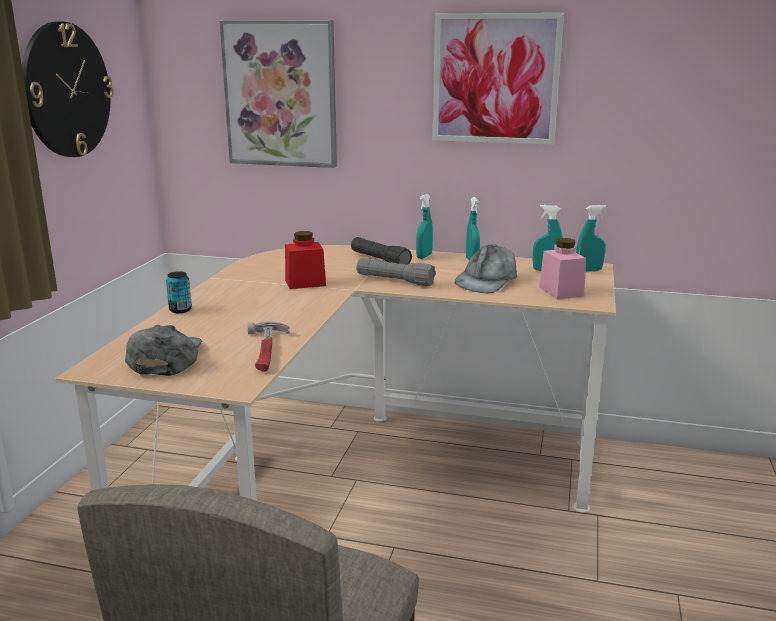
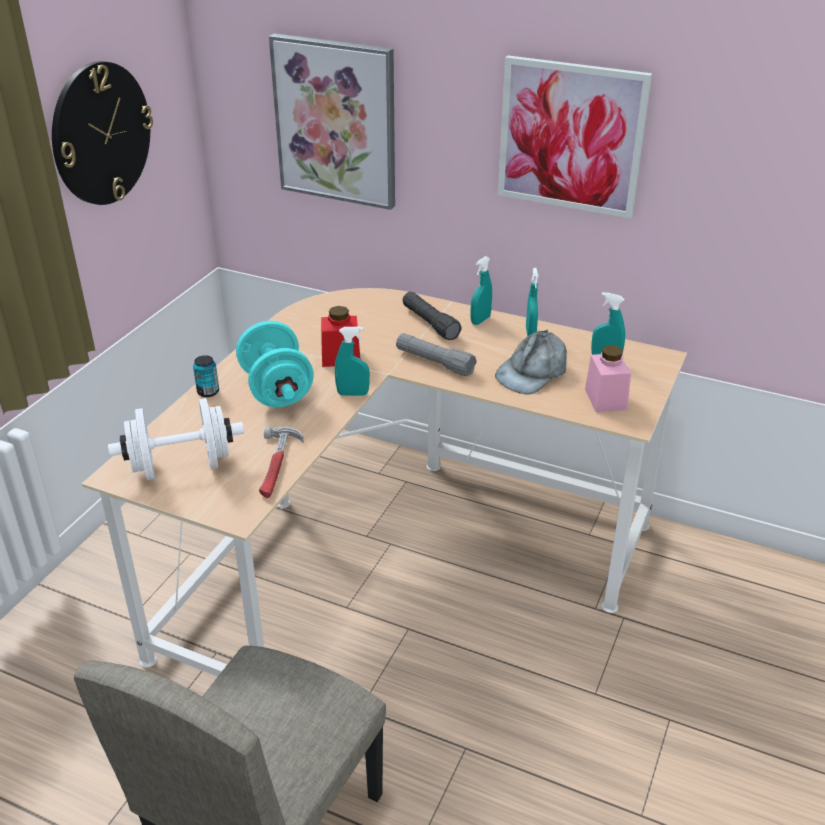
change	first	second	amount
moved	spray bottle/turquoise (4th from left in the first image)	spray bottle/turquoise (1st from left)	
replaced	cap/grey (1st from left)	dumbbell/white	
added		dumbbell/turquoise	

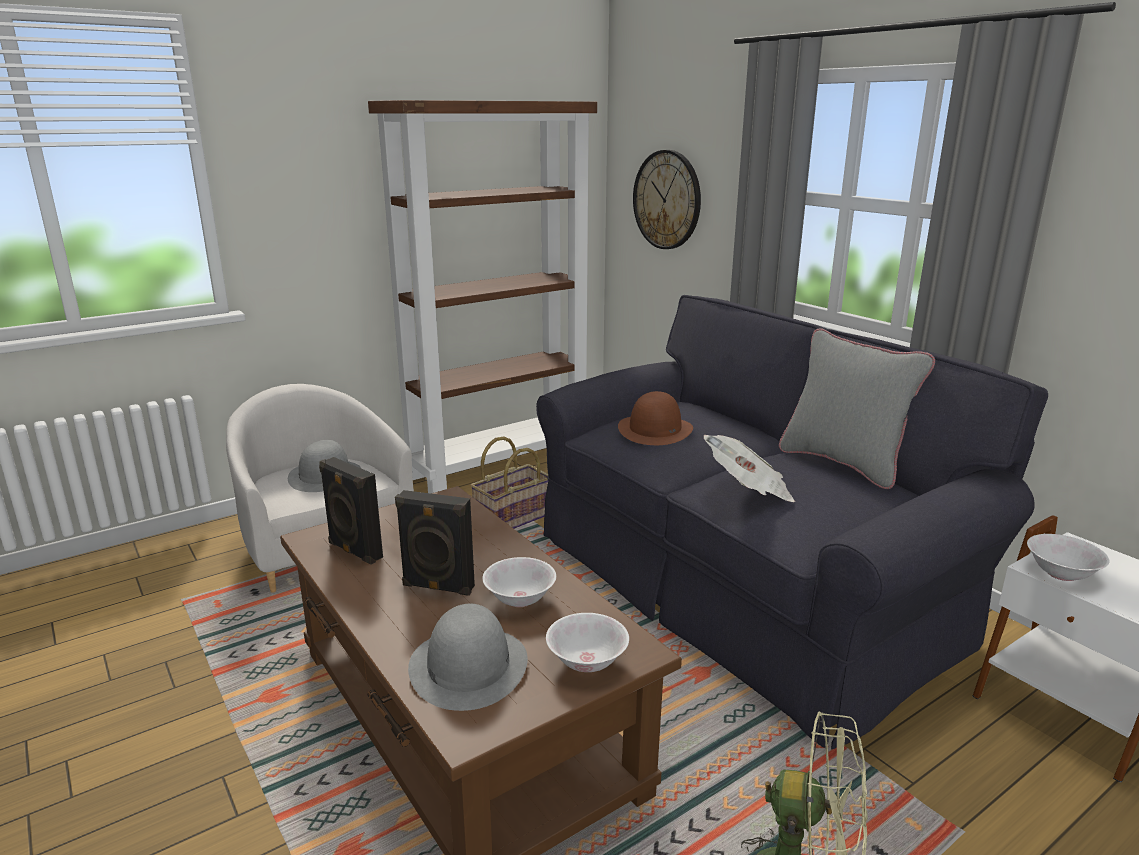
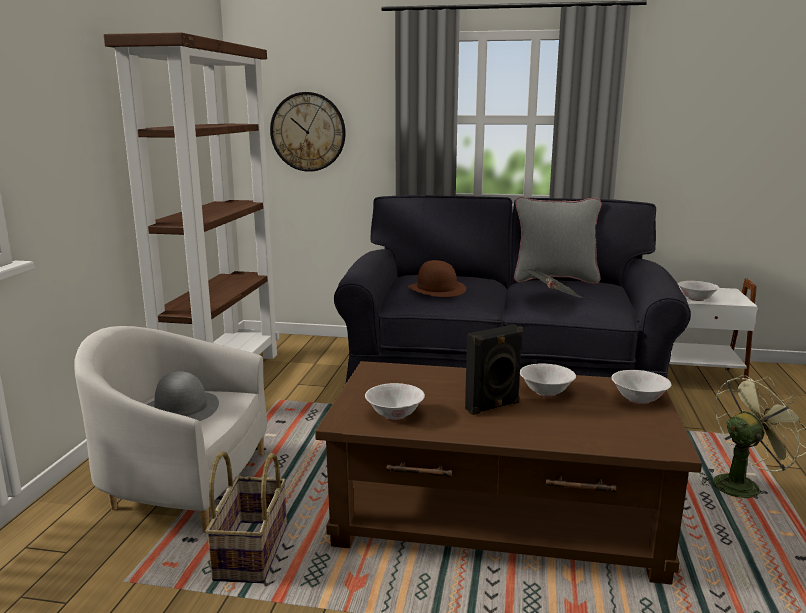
change	first	second	amount
moved	basket		
replaced	speaker/black (1st from left)	bowl/white (1st from left)	
removed	hat/grey (2nd from left)		

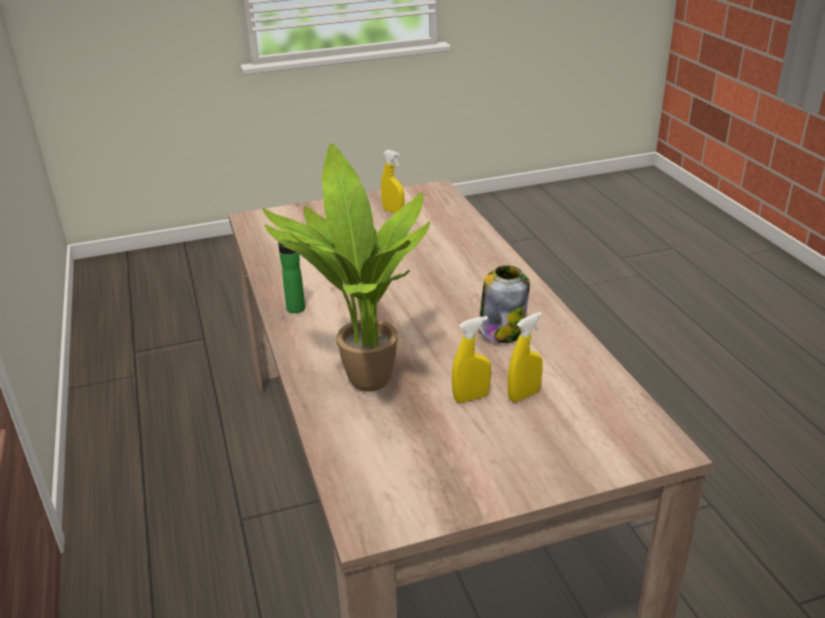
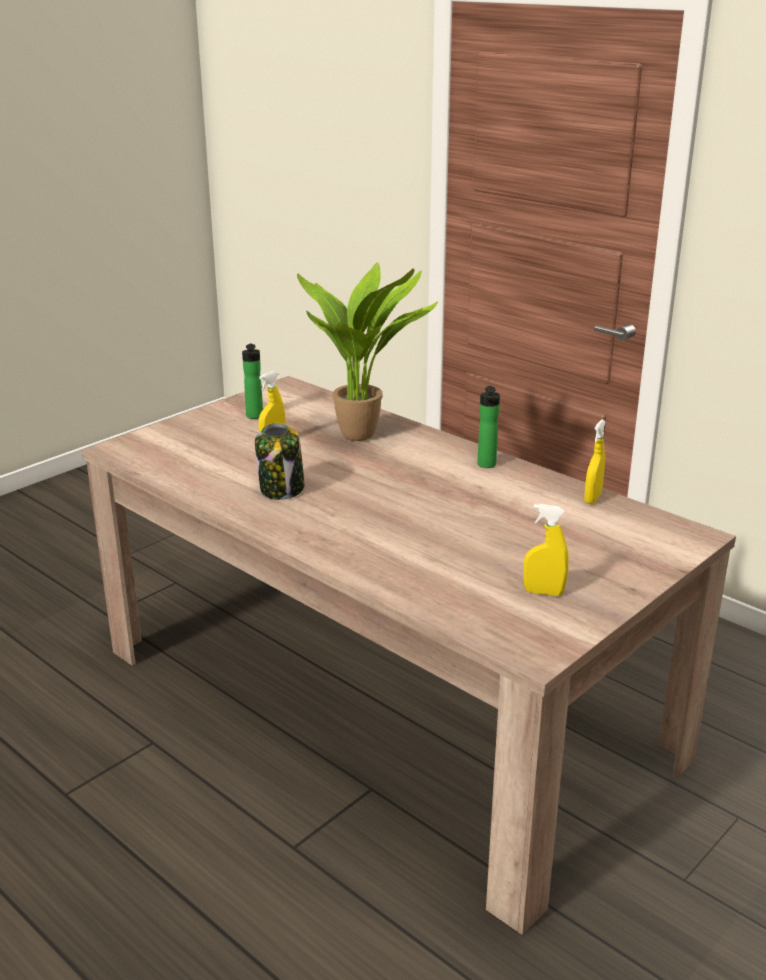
change	first	second	amount
moved	spray bottle/yellow (3rd from left)		
added		bottle (1st from left)	

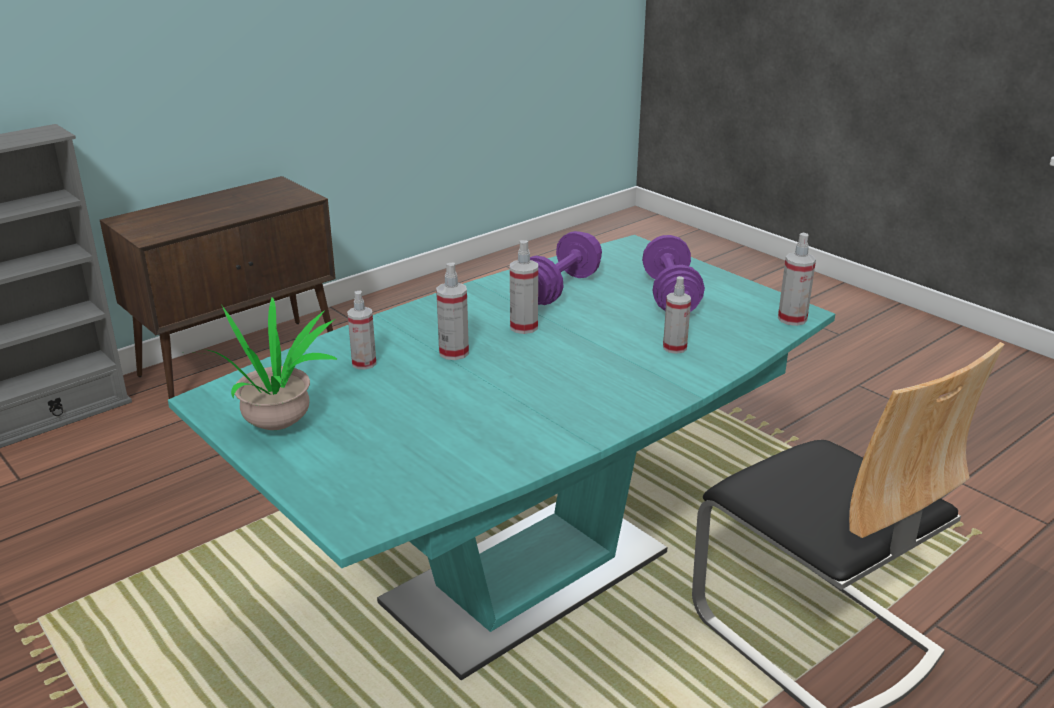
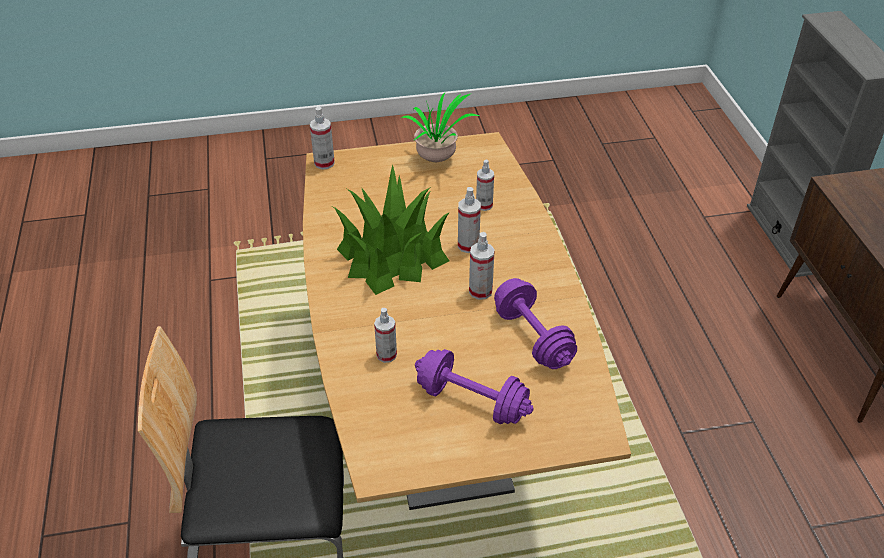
change	first	second	amount
moved	spray bottle (5th from left in the first image)	spray bottle (1st from left)	
recoloured	dining table/turquoise	dining table/brown	
added		potted plant (1st from left)	

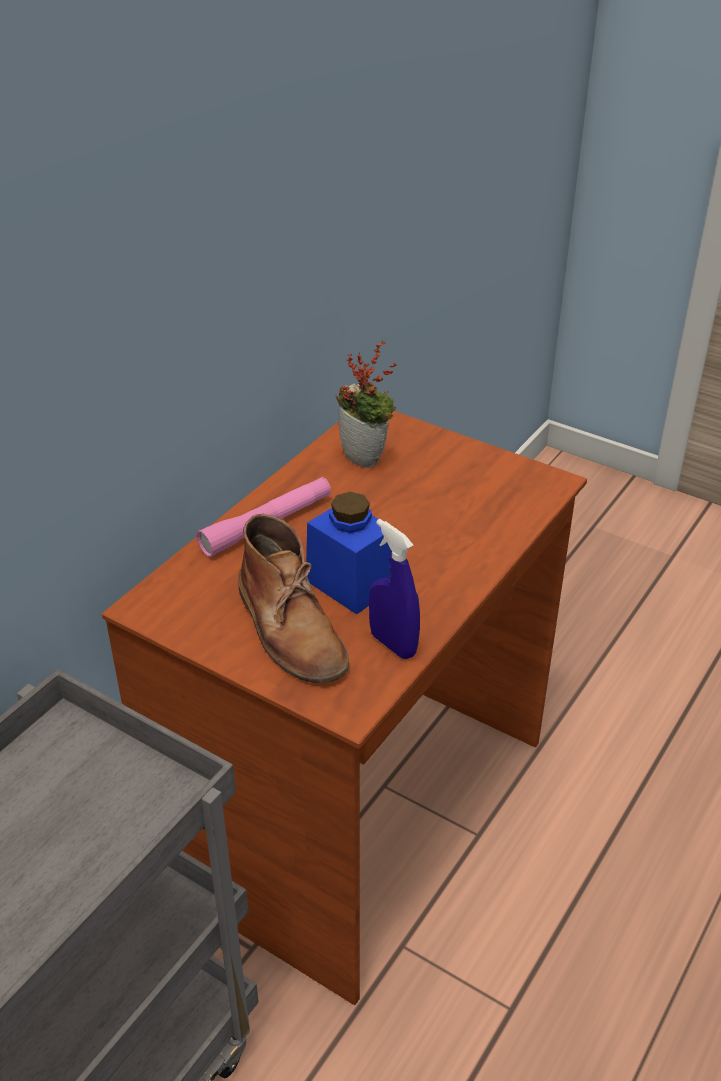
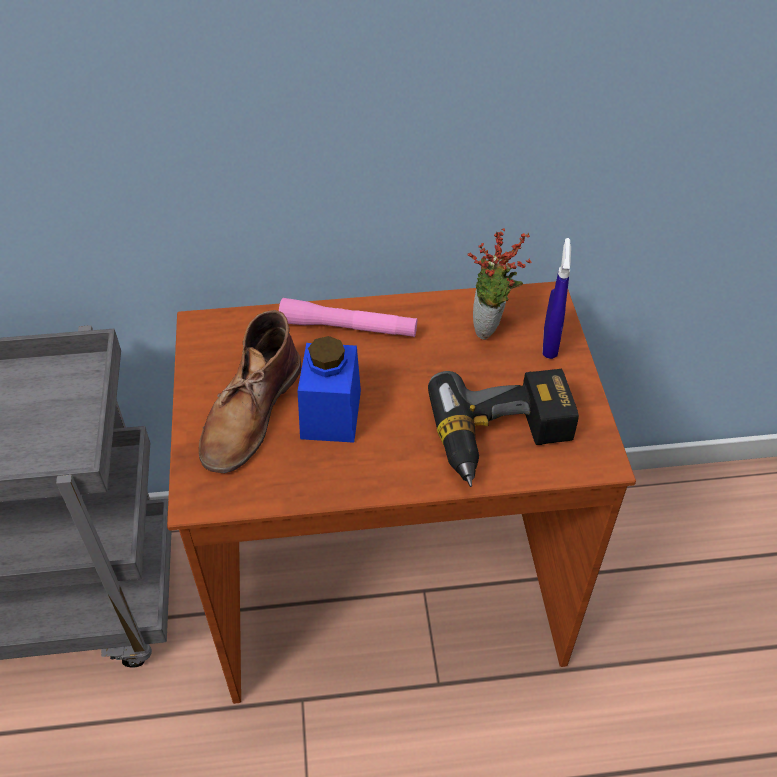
change	first	second	amount
moved	spray bottle/blue		
added		power drill	

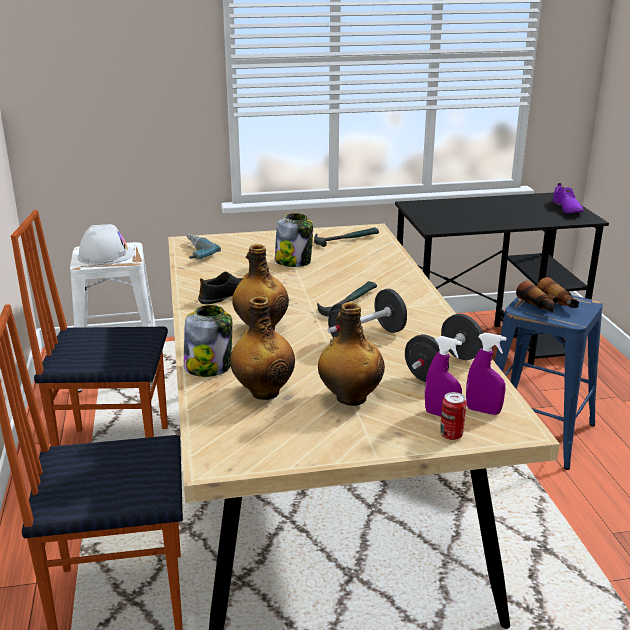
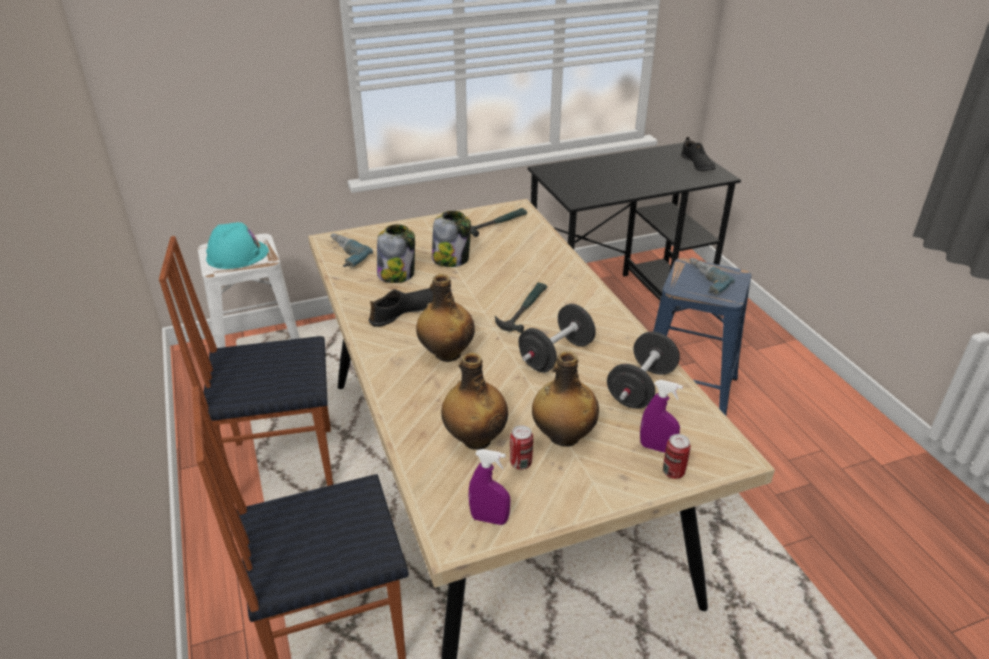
change	first	second	amount
recoloured	shoe/purple	shoe/black (2nd from left)	
recoloured	hard hat/white	hard hat/turquoise	
replaced	binoculars	power drill (2nd from left)	
moved	jar (1st from left)		
moved	spray bottle/purple (2nd from left in the first image)	spray bottle/purple (1st from left)	
added		can (1st from left)	

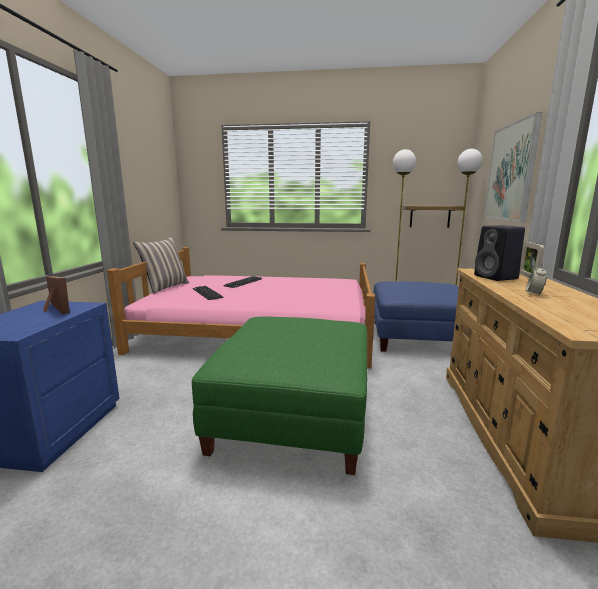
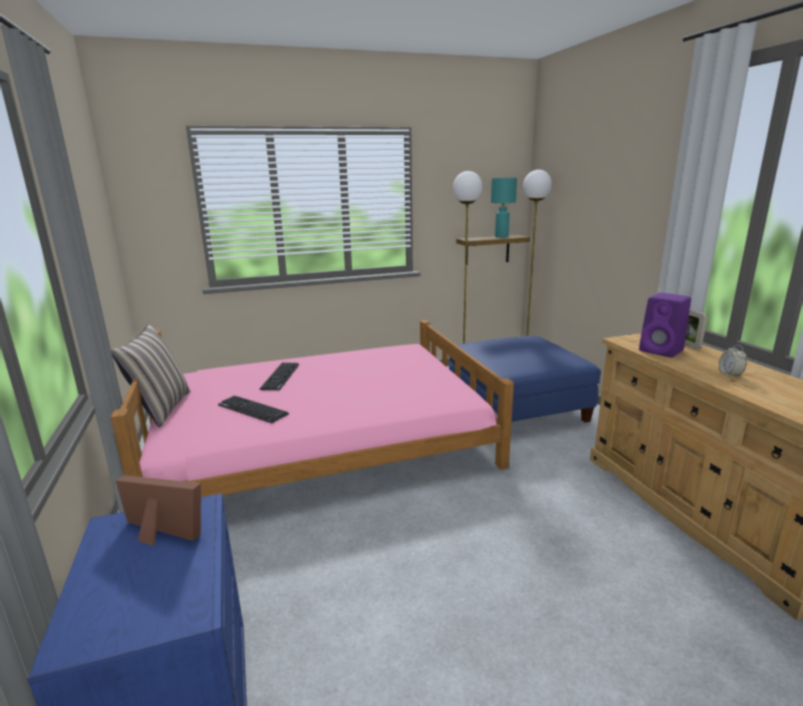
change	first	second	amount
removed	picture		
recoloured	speaker/black	speaker/purple	
removed	ottoman/green		
added		table lamp/turquoise	

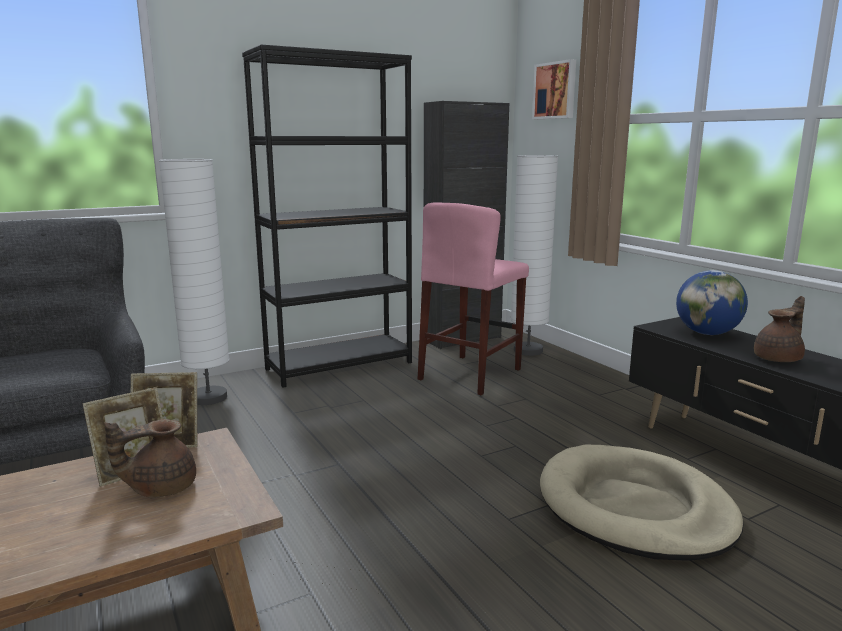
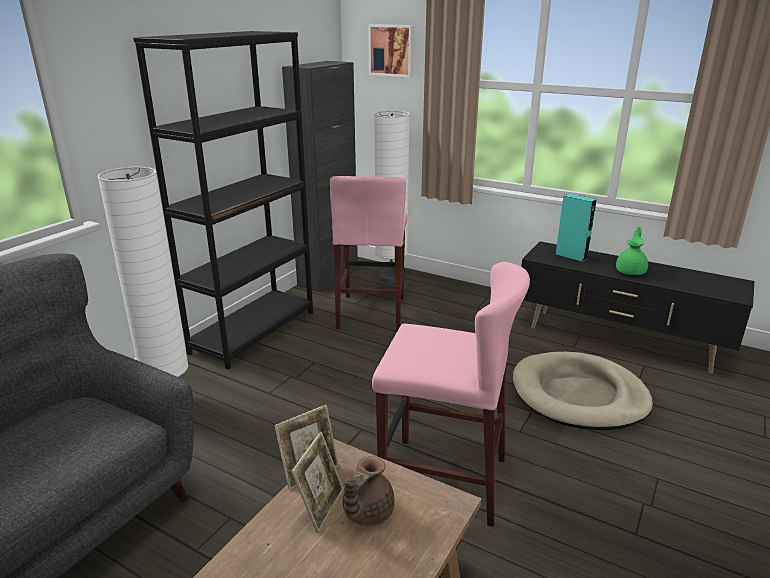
change	first	second	amount
replaced	globe	speaker/turquoise	
recoloured	teapot/brown (2nd from left)	teapot/green	
added		stool/pink (2nd from left)	

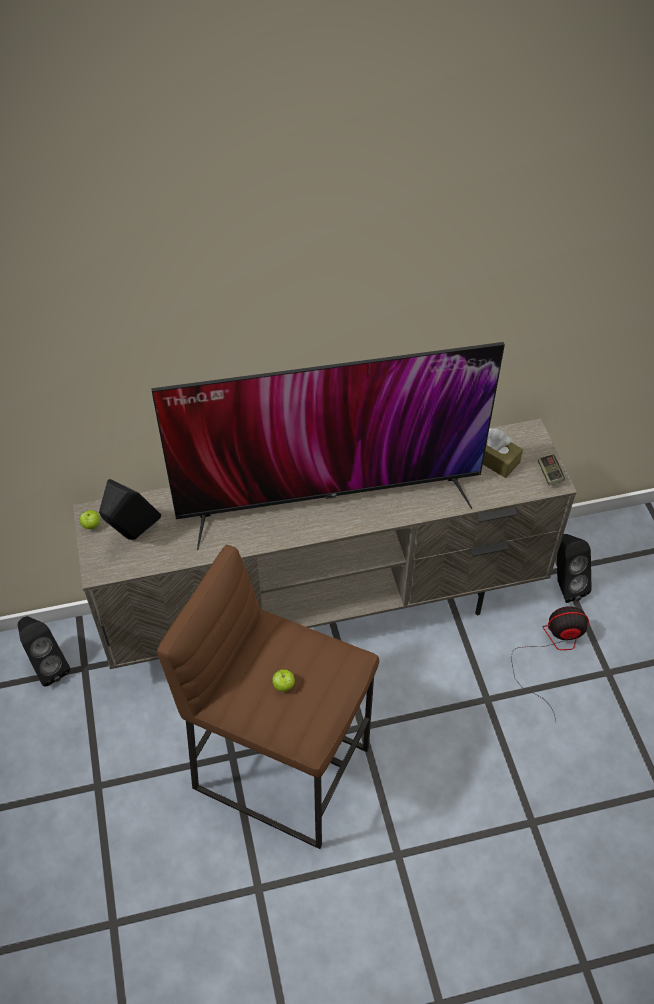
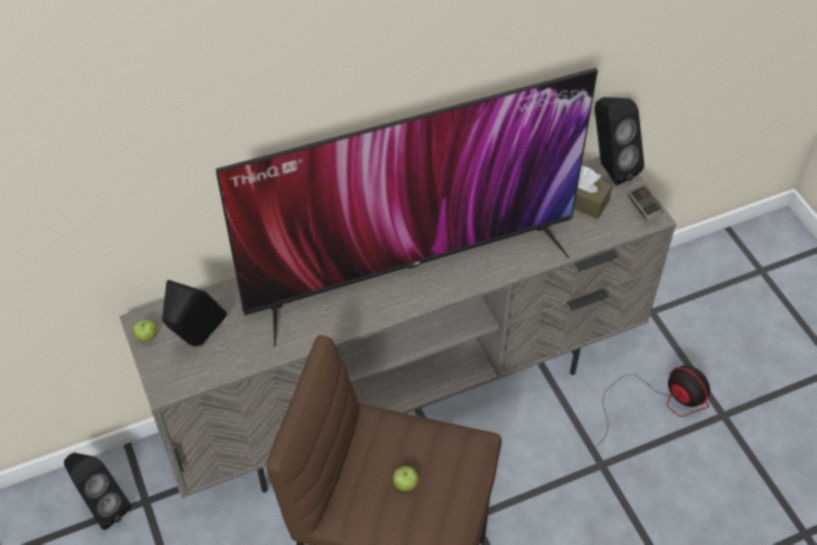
change	first	second	amount
moved	speaker/black (3rd from left)		
turned	fan		60 degrees clockwise

